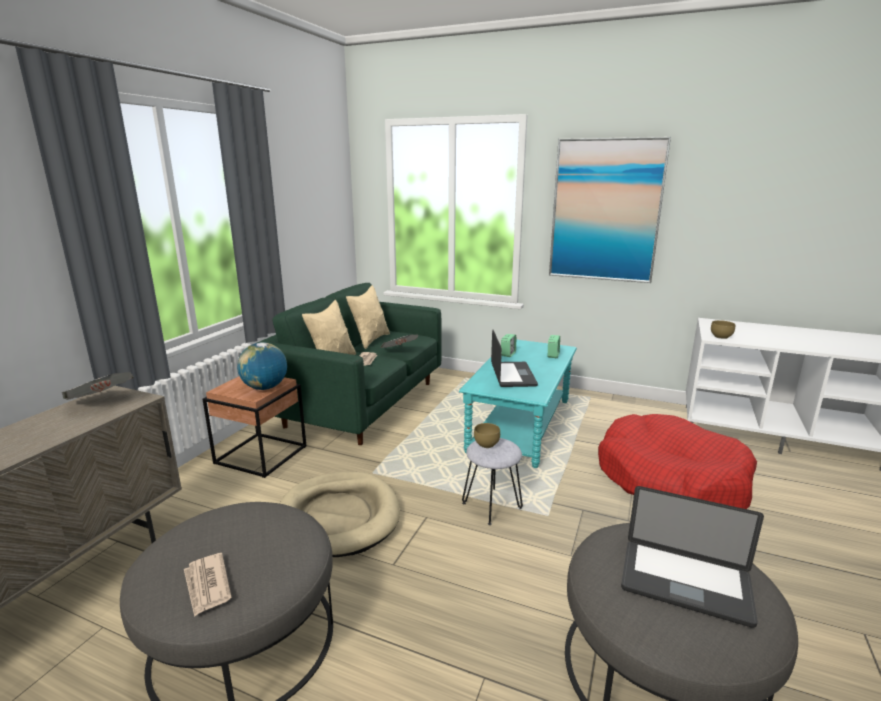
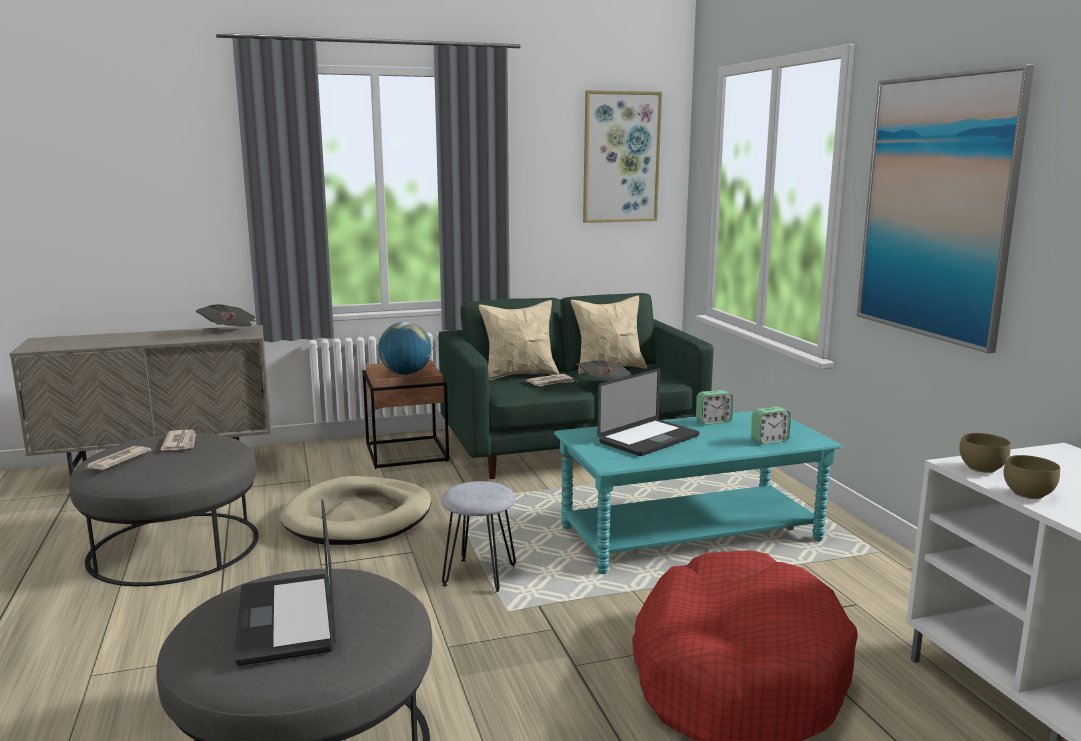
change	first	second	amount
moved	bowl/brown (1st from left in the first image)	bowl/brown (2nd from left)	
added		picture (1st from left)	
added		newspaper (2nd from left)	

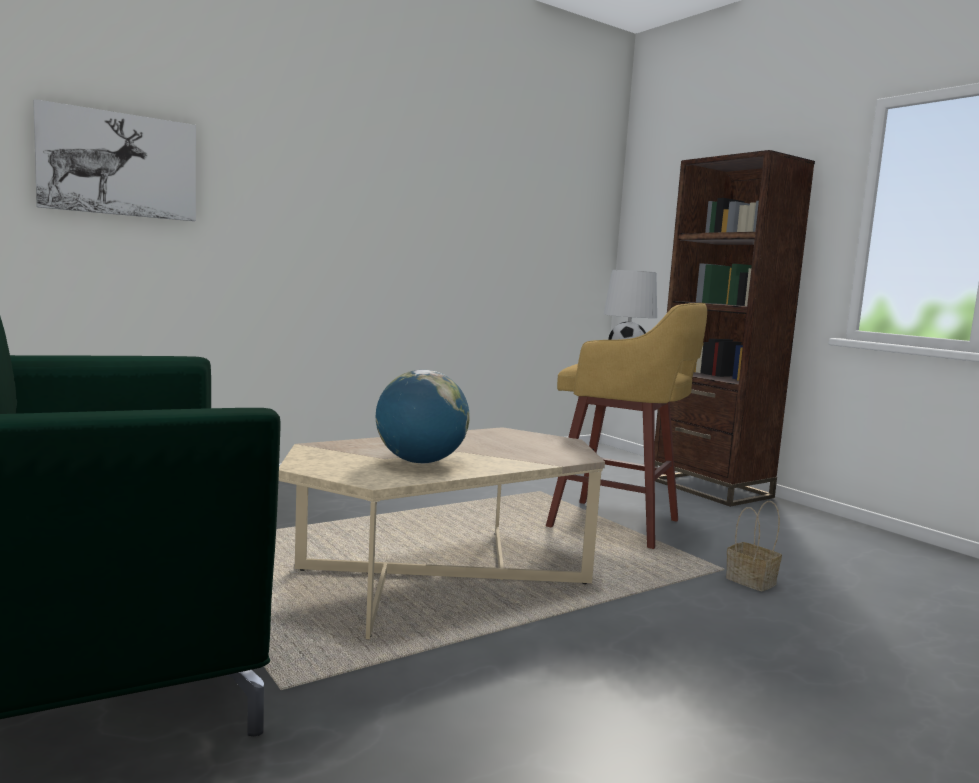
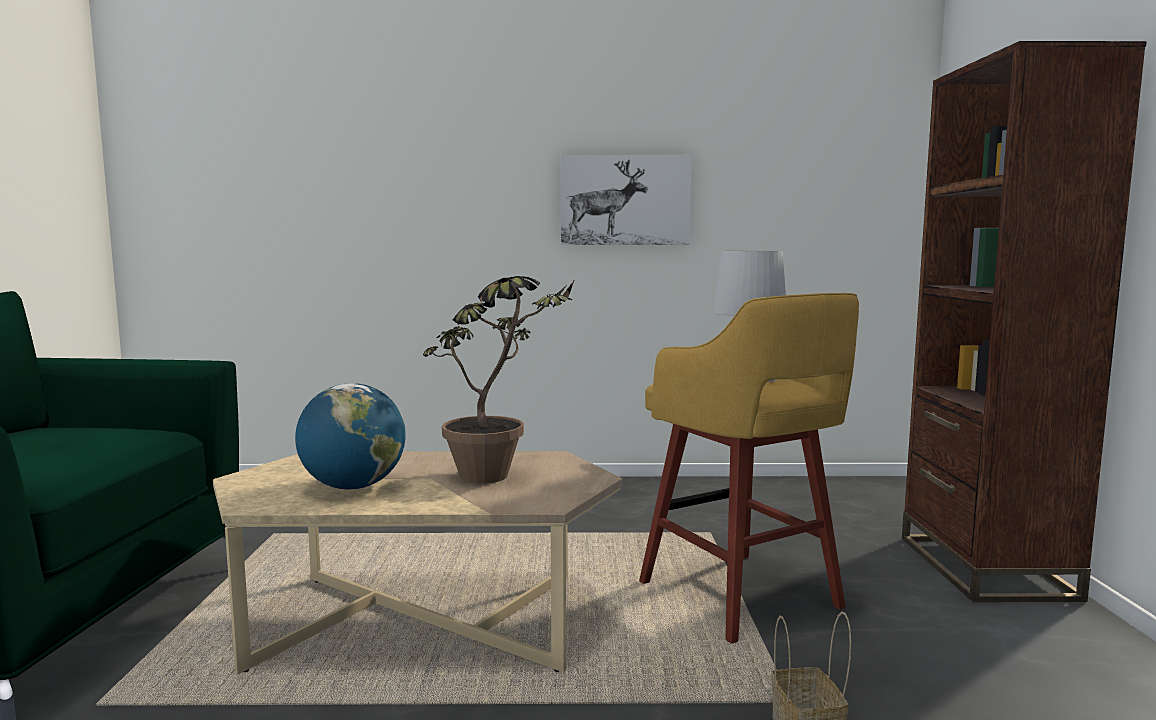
change	first	second	amount
moved	picture		
added		potted plant	

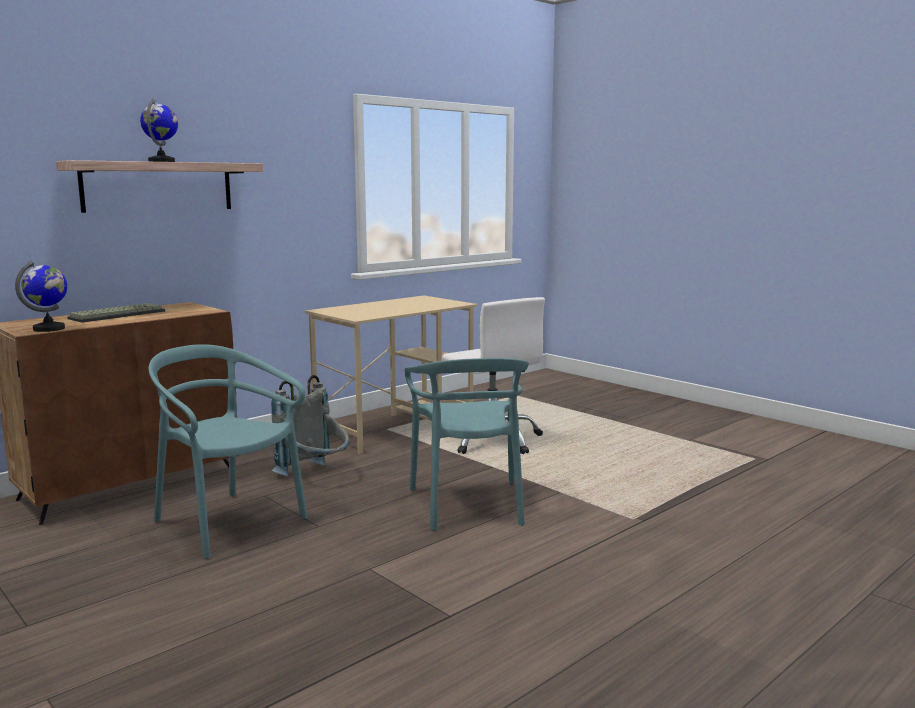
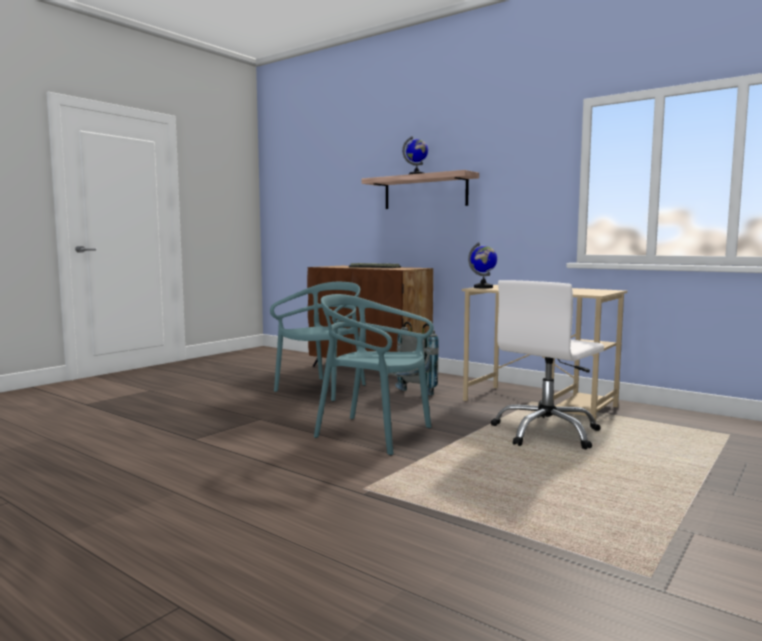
change	first	second	amount
moved	globe (1st from left in the first image)	globe (2nd from left)	
turned	chair/turquoise (2nd from left)		45 degrees clockwise

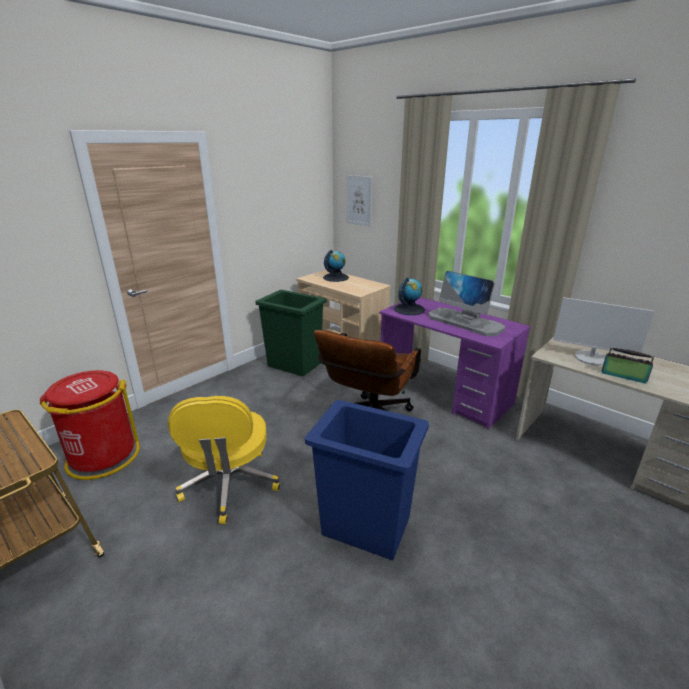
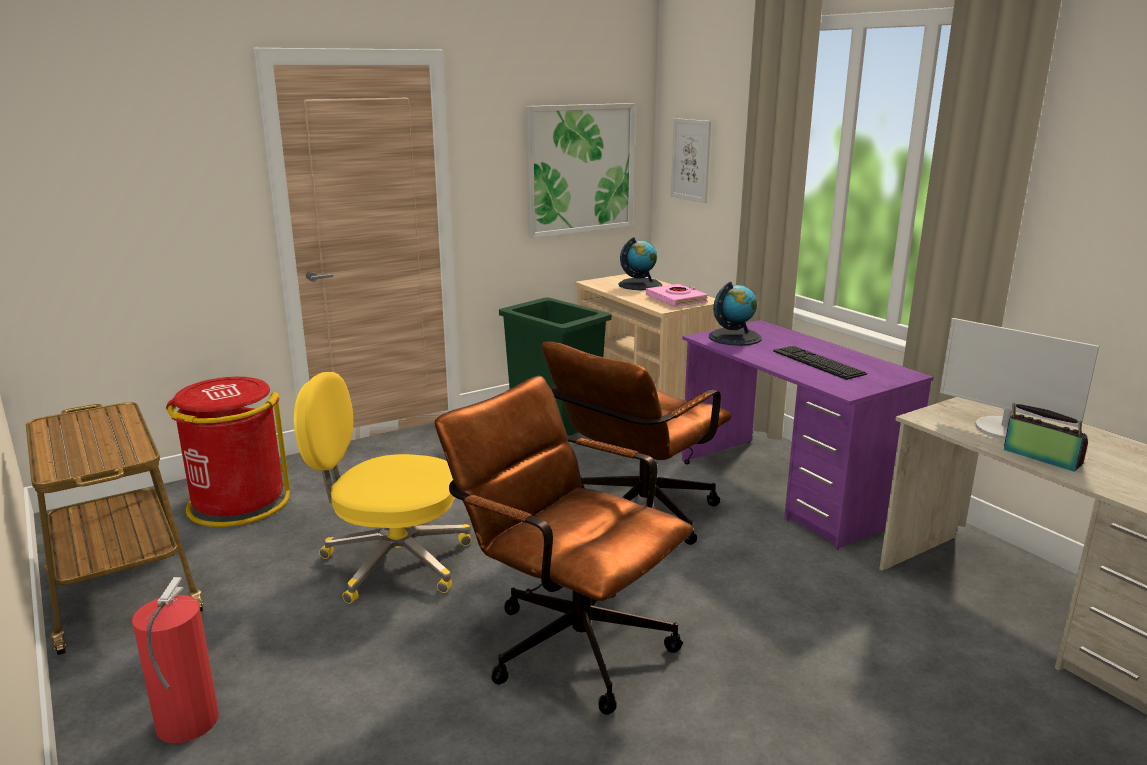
change	first	second	amount
replaced	monitor (1st from left)	keyboard	
turned	office chair/yellow		90 degrees clockwise
replaced	trash can/blue	office chair/brown (1st from left)	
added		picture (1st from left)	
added		book/pink	
added		fire extinguisher	

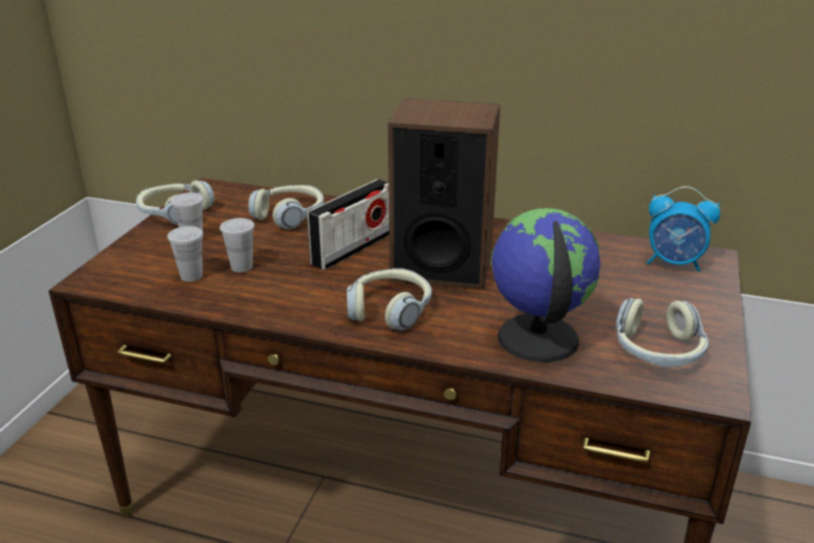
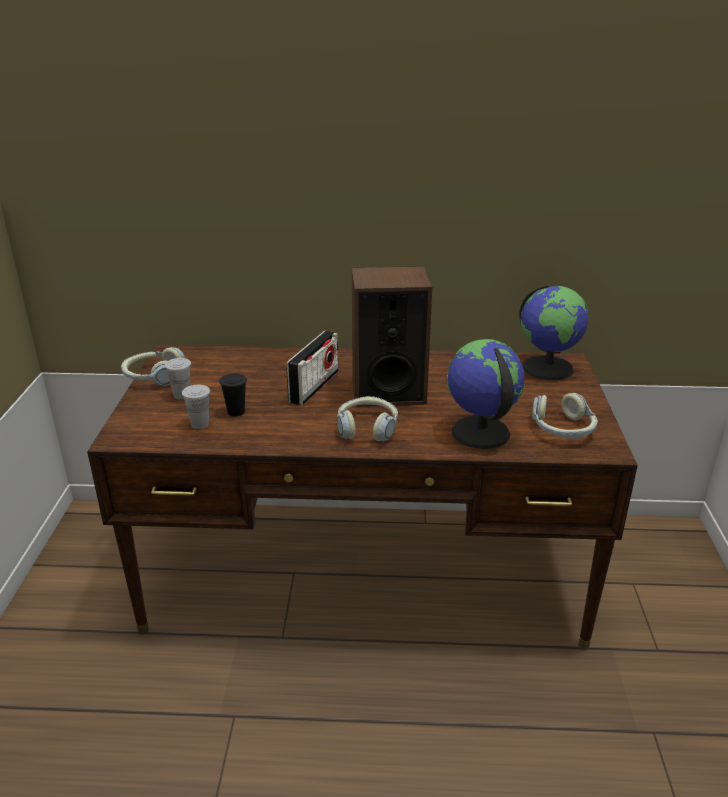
change	first	second	amount
removed	headphones (2nd from left)		
replaced	alarm clock	globe (2nd from left)	
recoloured	cup/white (3rd from left)	cup/black	

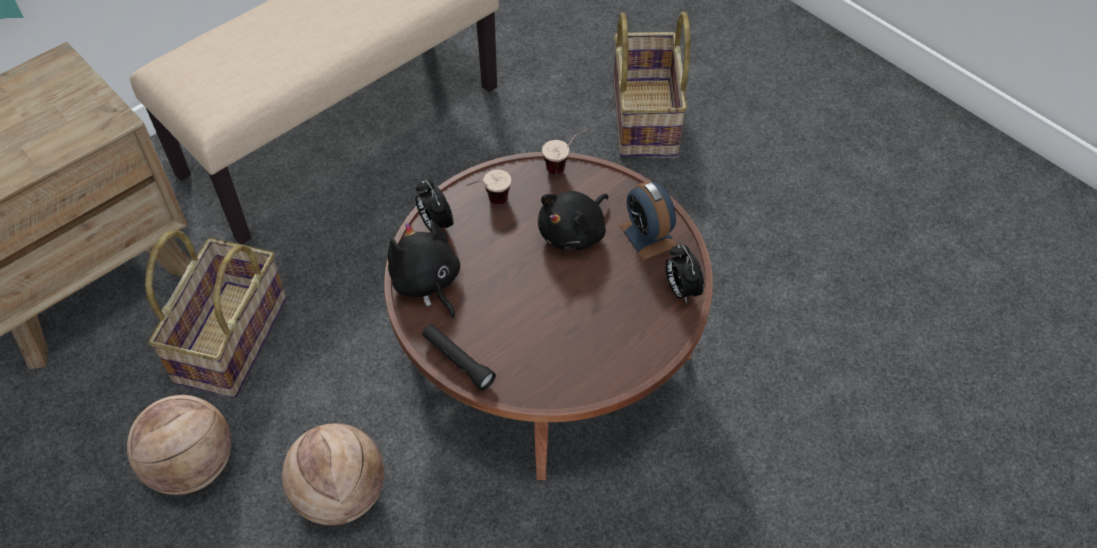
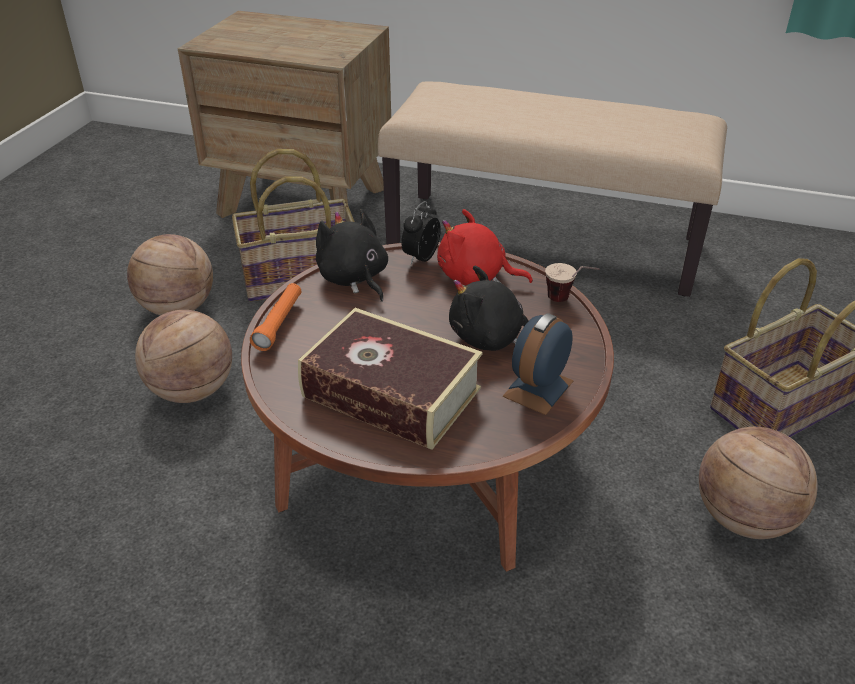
change	first	second	amount
replaced	cup (1st from left)	plush toy/red	
turned	plush toy/black (1st from left)		60 degrees counterclockwise
removed	alarm clock (3rd from left)		
recoloured	flashlight/black	flashlight/orange	
added		book	
added		basketball (3rd from left)	

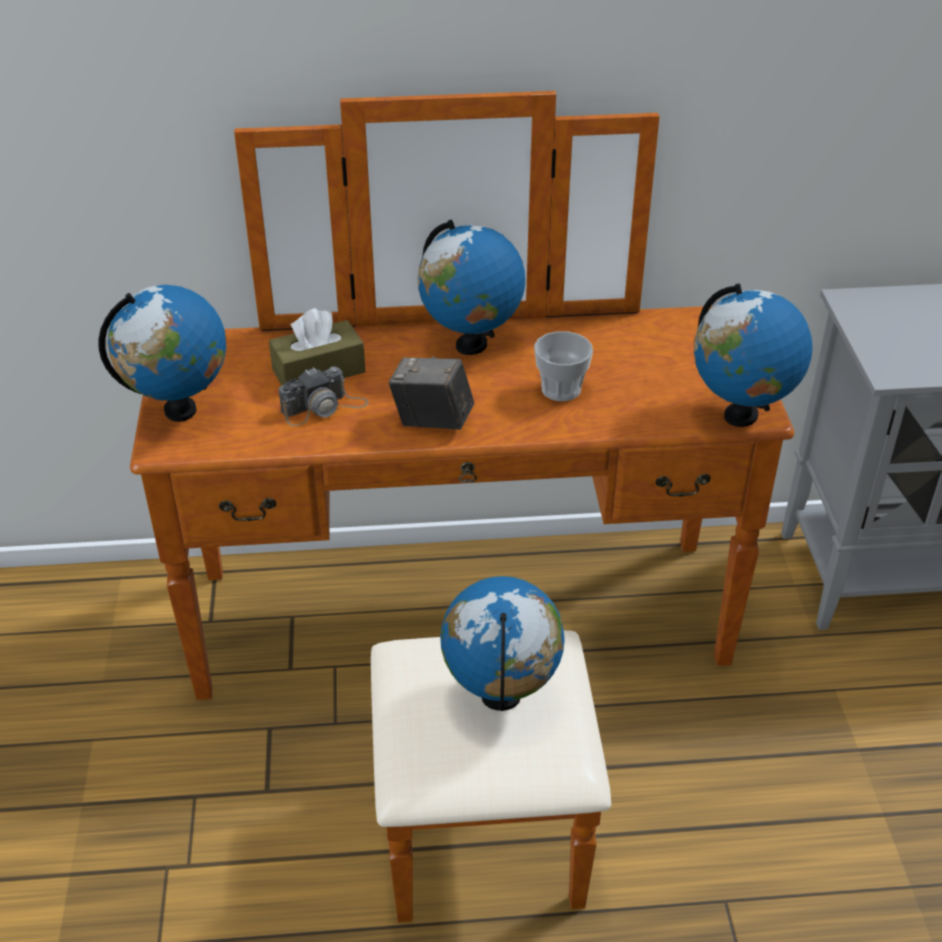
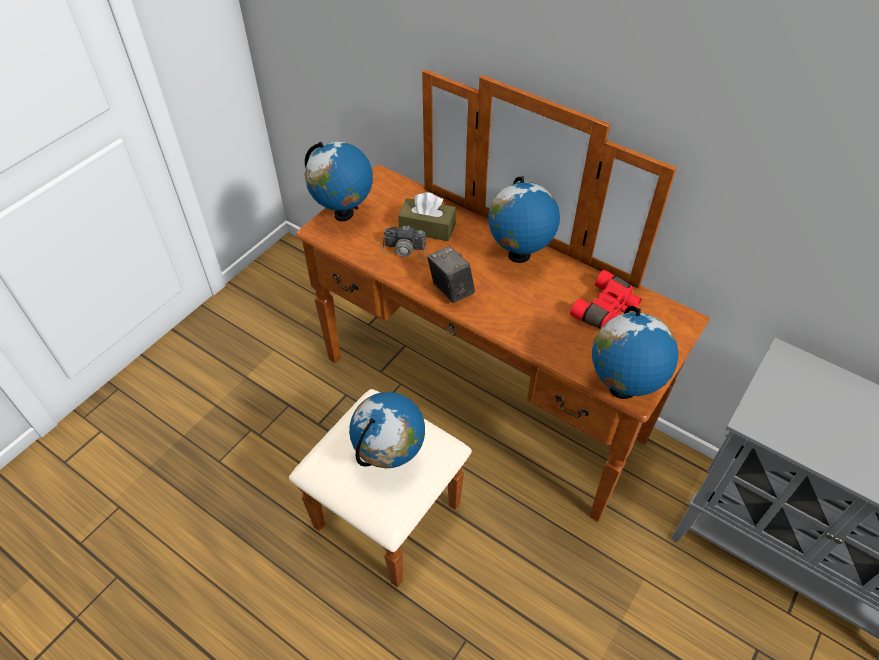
change	first	second	amount
removed	cup		
added		binoculars/red	

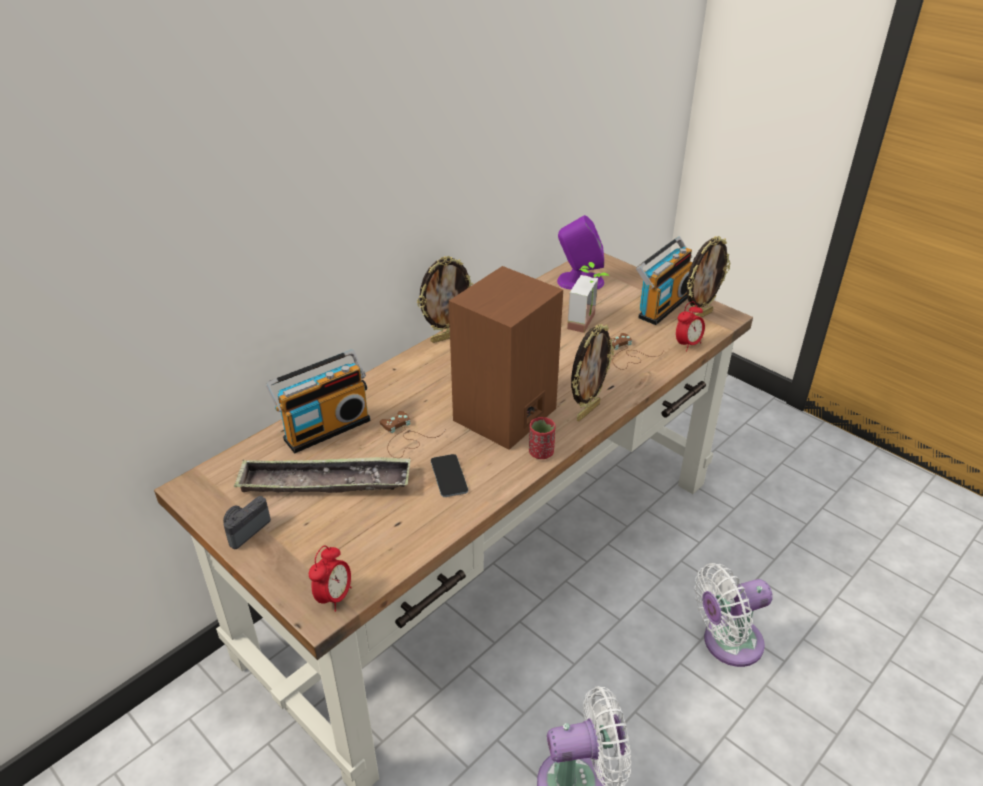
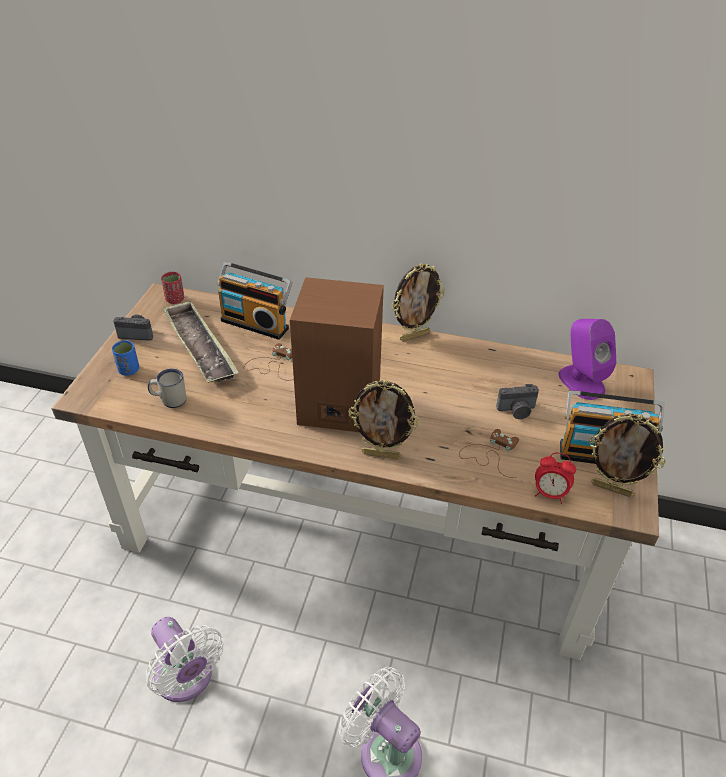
change	first	second	amount
turned	picture frame (1st from left in the first image)	picture frame (2nd from left)	60 degrees counterclockwise
replaced	potted plant	photo camera (2nd from left)	
moved	cup/red		
removed	phone		
removed	alarm clock (1st from left)		
added		cup/blue	
added		mug/white	

